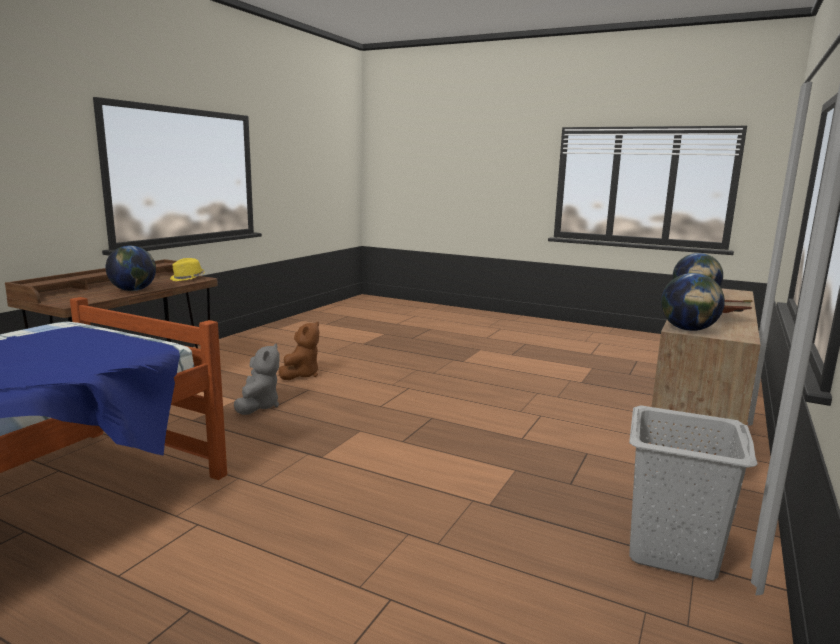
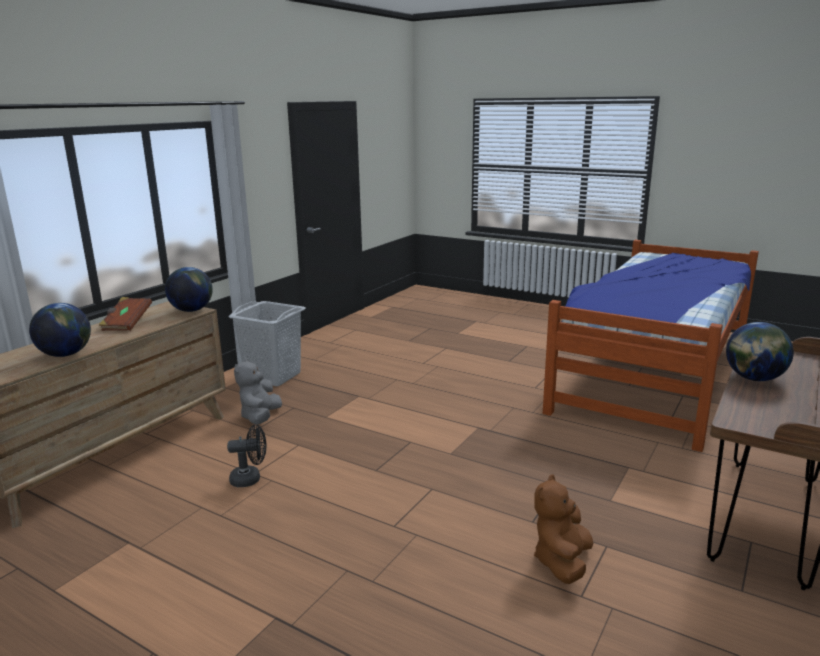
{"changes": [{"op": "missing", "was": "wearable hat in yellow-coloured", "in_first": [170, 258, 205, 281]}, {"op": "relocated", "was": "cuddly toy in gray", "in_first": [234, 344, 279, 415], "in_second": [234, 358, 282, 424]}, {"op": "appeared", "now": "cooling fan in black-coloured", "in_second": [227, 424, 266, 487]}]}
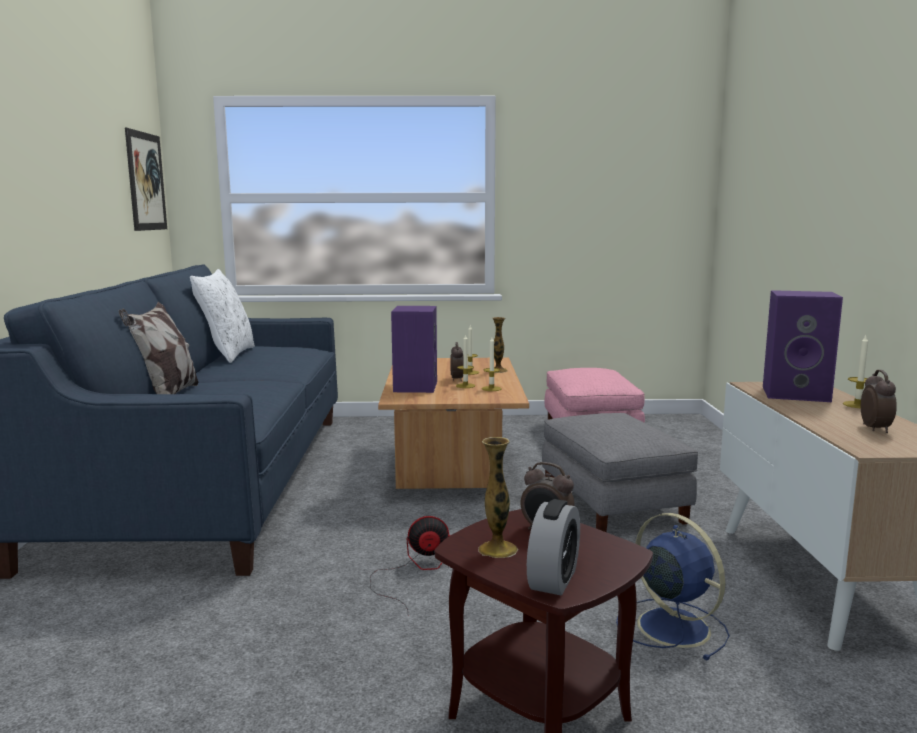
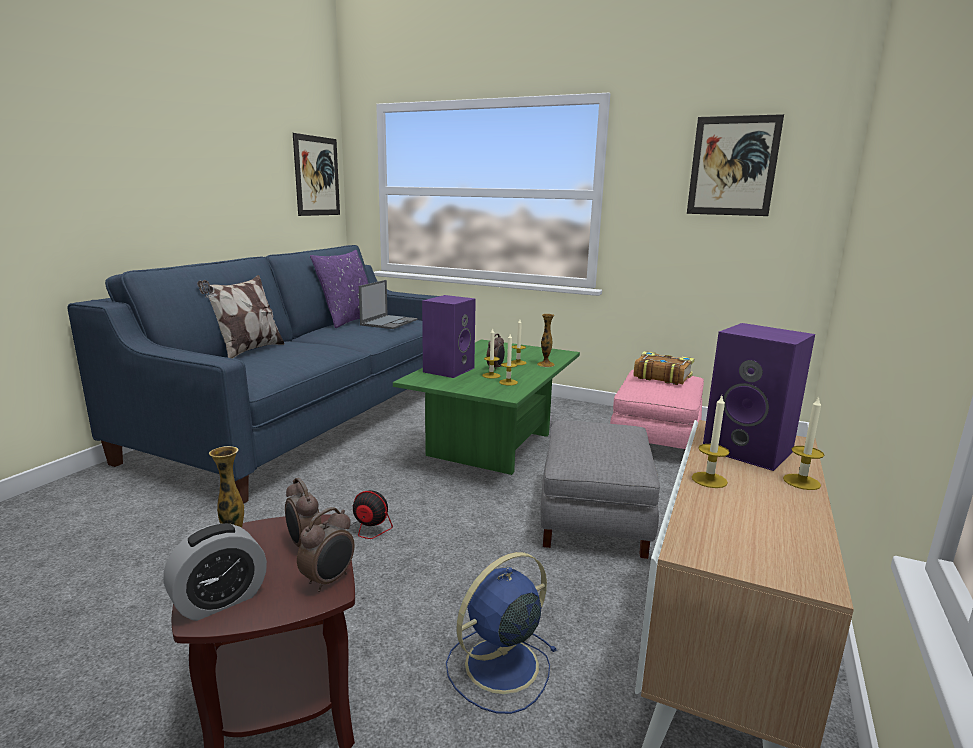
{"changes": [{"op": "colour", "was": "cushion in white", "now": "cushion in purplish", "in_first": [190, 269, 255, 363], "in_second": [310, 250, 369, 328]}, {"op": "colour", "was": "coffee table in brown", "now": "coffee table in greenish", "in_first": [378, 357, 529, 489], "in_second": [393, 339, 580, 475]}, {"op": "relocated", "was": "bedside clock", "in_first": [861, 370, 897, 433], "in_second": [297, 507, 354, 592]}, {"op": "spun", "was": "cooling fan in blue-coloured", "in_first": [616, 513, 730, 660], "in_second": [446, 552, 558, 714], "clockwise": -120}, {"op": "appeared", "now": "wall art", "in_second": [687, 114, 784, 216]}, {"op": "appeared", "now": "portable computer", "in_second": [359, 280, 418, 329]}, {"op": "appeared", "now": "book", "in_second": [634, 351, 695, 385]}, {"op": "appeared", "now": "wax light", "in_second": [692, 396, 730, 488]}]}
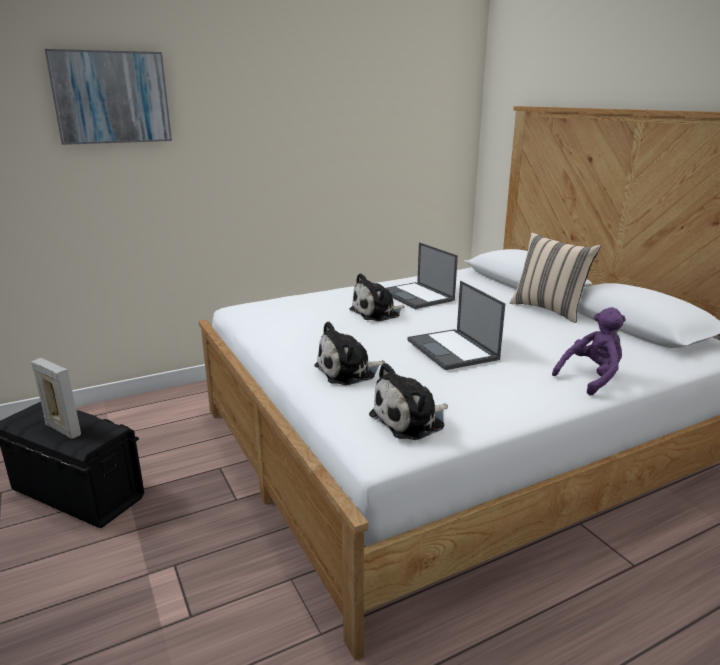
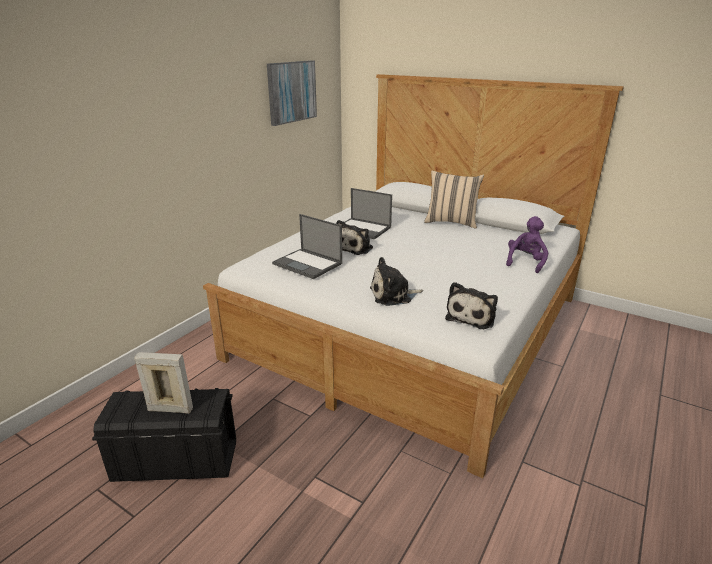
{"changes": [{"op": "relocated", "was": "wall art", "in_first": [45, 49, 172, 145], "in_second": [267, 60, 317, 126]}, {"op": "relocated", "was": "portable computer", "in_first": [407, 281, 505, 370], "in_second": [272, 214, 342, 279]}, {"op": "spun", "was": "cuddly toy", "in_first": [314, 321, 385, 385], "in_second": [370, 257, 423, 306], "clockwise": 45}]}
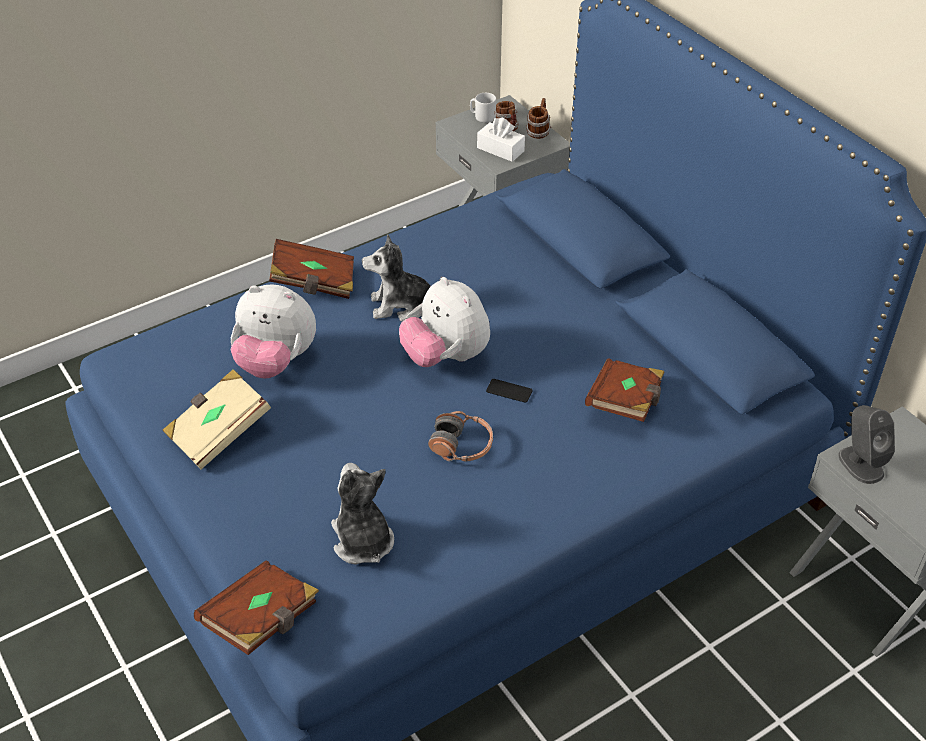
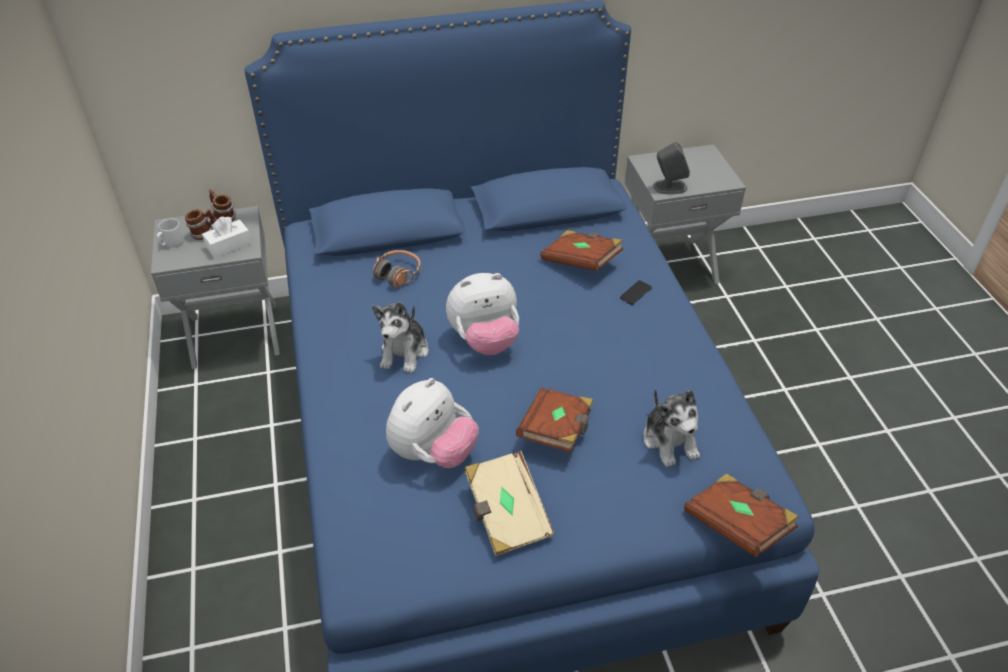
{"changes": [{"op": "relocated", "was": "book in brown", "in_first": [269, 239, 354, 299], "in_second": [516, 387, 593, 453]}, {"op": "relocated", "was": "phone", "in_first": [486, 379, 533, 403], "in_second": [620, 280, 652, 305]}, {"op": "relocated", "was": "headphones", "in_first": [428, 411, 493, 462], "in_second": [373, 250, 421, 288]}, {"op": "spun", "was": "cuddly toy", "in_first": [331, 463, 394, 565], "in_second": [643, 388, 700, 467], "clockwise": -105}]}
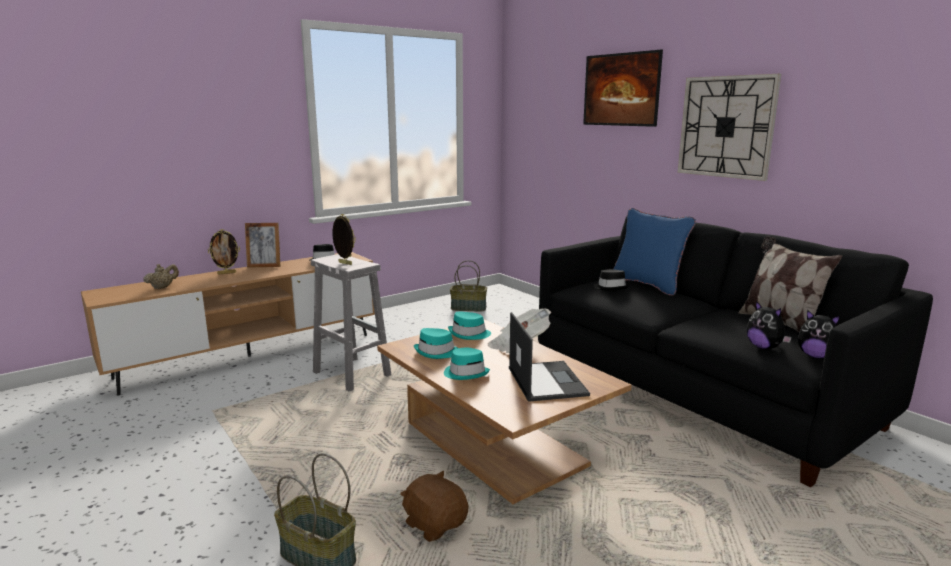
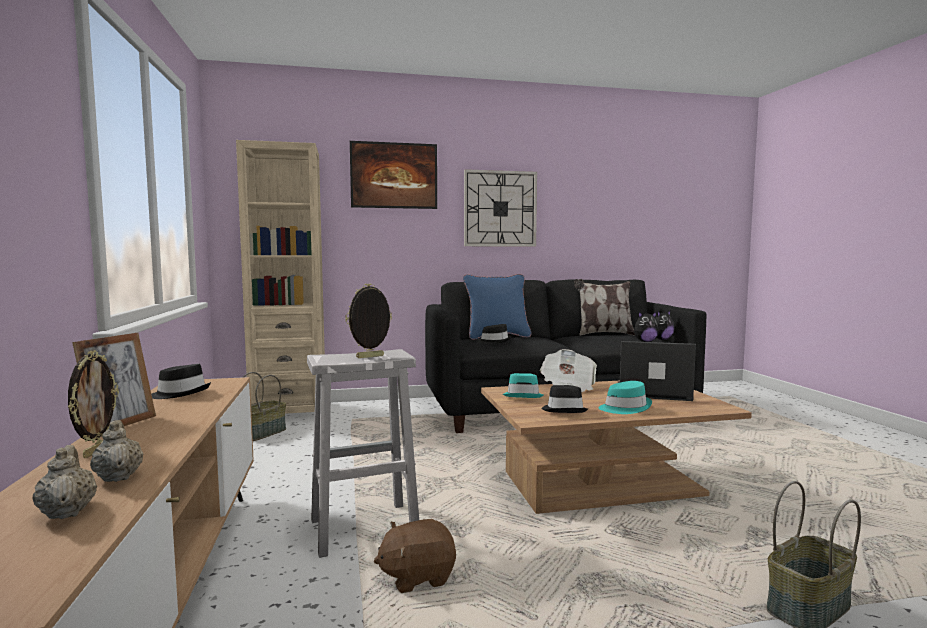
{"changes": [{"op": "colour", "was": "wearable hat in turquoise", "now": "wearable hat in black-coloured", "in_first": [414, 328, 458, 359], "in_second": [542, 385, 588, 413]}, {"op": "relocated", "was": "cuddly toy in brown", "in_first": [400, 471, 469, 542], "in_second": [374, 519, 456, 593]}, {"op": "appeared", "now": "bookshelf in beige-coloured", "in_second": [236, 140, 325, 414]}, {"op": "appeared", "now": "teapot in beige-coloured", "in_second": [90, 420, 143, 482]}]}
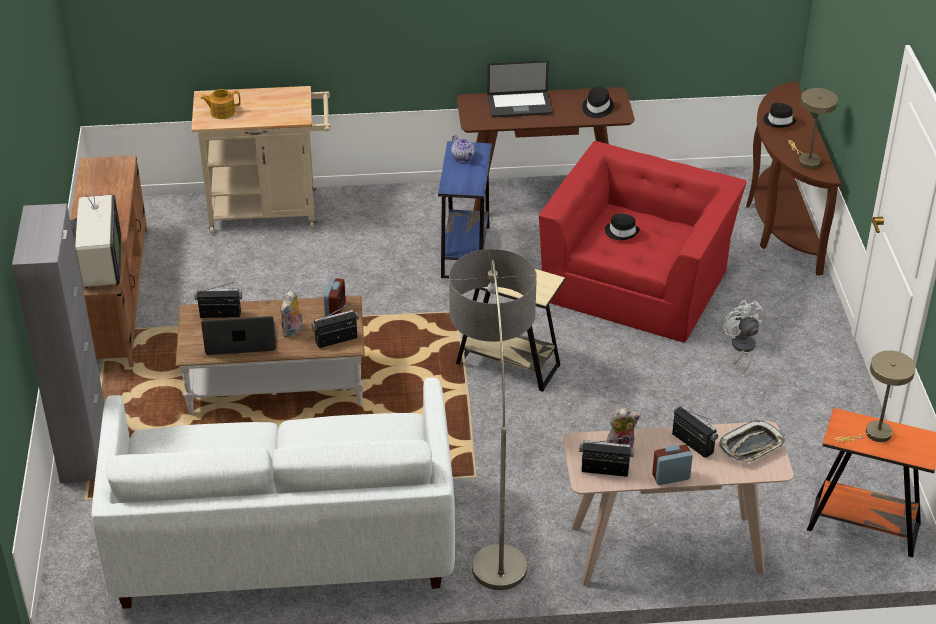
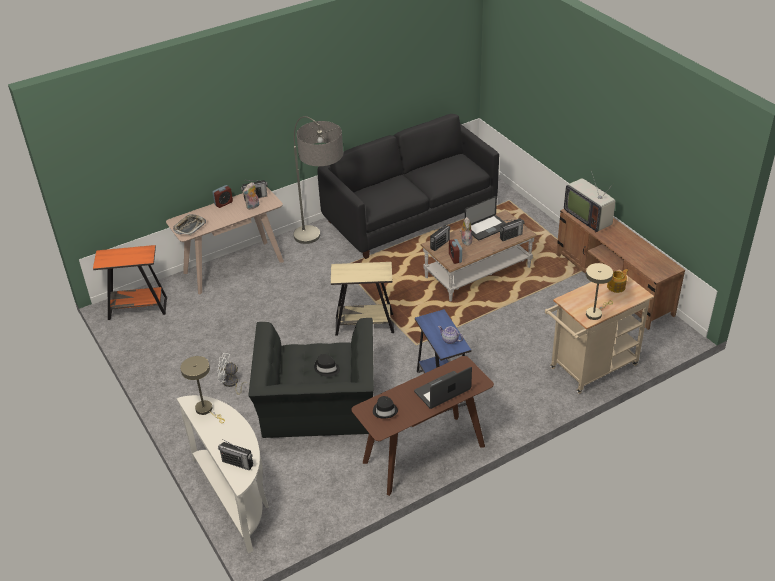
{"changes": [{"op": "colour", "was": "hall table in brown", "now": "hall table in white", "in_first": [746, 81, 841, 276], "in_second": [177, 395, 269, 553]}, {"op": "missing", "was": "wearable hat in black-coloured", "in_first": [763, 103, 796, 128]}, {"op": "colour", "was": "easy chair in reddish", "now": "easy chair in black-coloured", "in_first": [539, 141, 747, 343], "in_second": [248, 318, 374, 438]}, {"op": "missing", "was": "cabinet in gray", "in_first": [12, 204, 104, 483]}, {"op": "spun", "was": "cooling fan in white", "in_first": [724, 300, 762, 374], "in_second": [217, 353, 250, 395], "clockwise": 150}, {"op": "relocated", "was": "table lamp in beige-coloured", "in_first": [835, 350, 916, 442], "in_second": [586, 263, 613, 320]}, {"op": "colour", "was": "sofa in white", "now": "sofa in black-coloured", "in_first": [91, 377, 455, 609], "in_second": [317, 114, 499, 259]}, {"op": "relocated", "was": "radio set", "in_first": [672, 405, 718, 458], "in_second": [218, 439, 253, 471]}]}
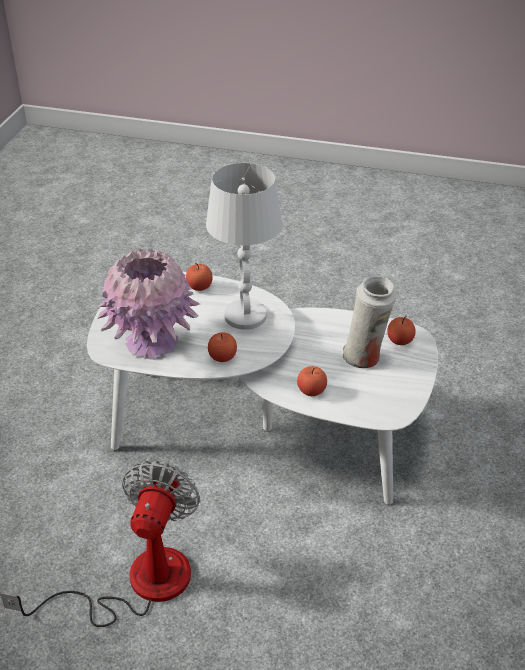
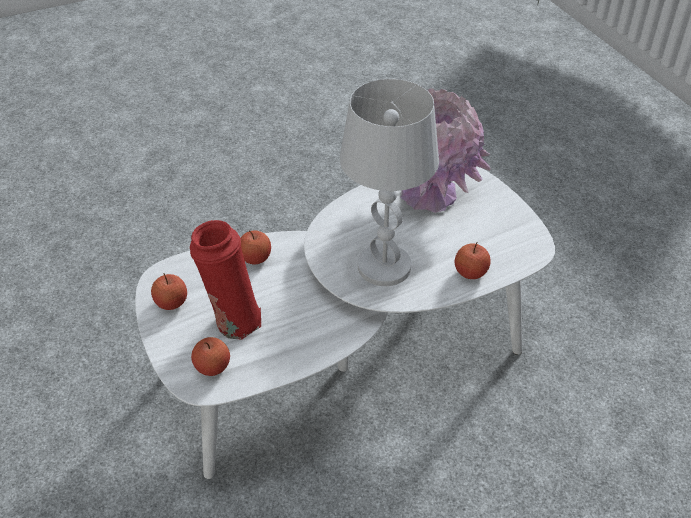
{"changes": [{"op": "colour", "was": "vase in white", "now": "vase in reddish", "in_first": [342, 275, 396, 368], "in_second": [190, 220, 261, 340]}, {"op": "relocated", "was": "whole apple", "in_first": [208, 332, 237, 362], "in_second": [151, 273, 187, 310]}, {"op": "missing", "was": "cooling fan", "in_first": [0, 461, 200, 627]}]}
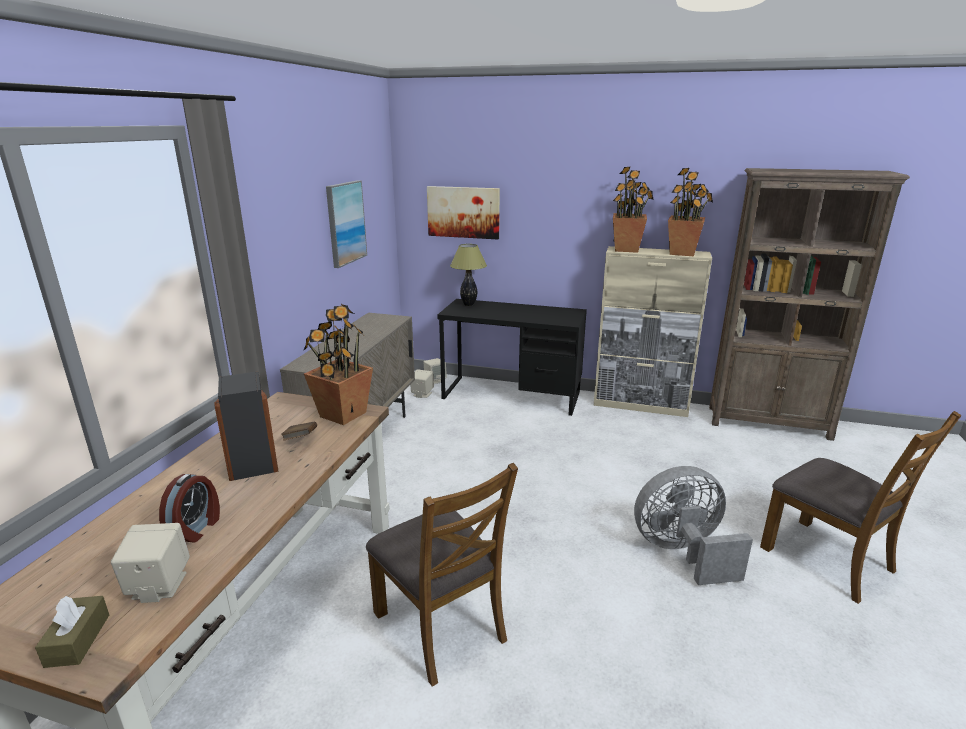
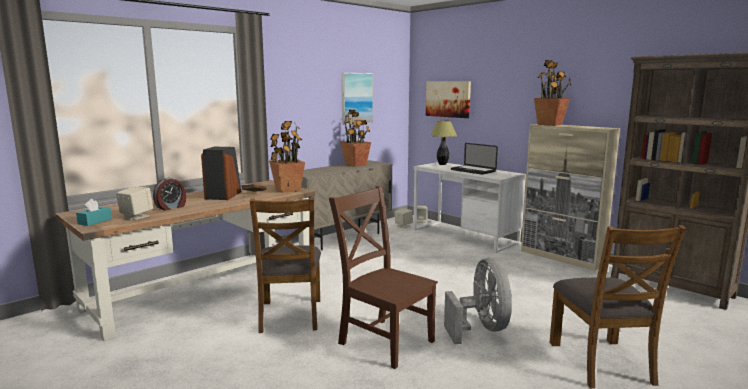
{"changes": [{"op": "relocated", "was": "houseplant", "in_first": [668, 168, 713, 256], "in_second": [340, 110, 371, 167]}, {"op": "colour", "was": "desk unit in black-coloured", "now": "desk unit in white", "in_first": [438, 299, 587, 416], "in_second": [413, 162, 526, 253]}, {"op": "spun", "was": "cooling fan in gray", "in_first": [634, 466, 753, 585], "in_second": [444, 258, 512, 344], "clockwise": 60}, {"op": "colour", "was": "tissue holder in brown", "now": "tissue holder in turquoise", "in_first": [35, 596, 109, 668], "in_second": [76, 199, 112, 226]}, {"op": "appeared", "now": "portable computer", "in_second": [451, 143, 498, 175]}, {"op": "appeared", "now": "plain chair in brown", "in_second": [329, 186, 438, 369]}]}
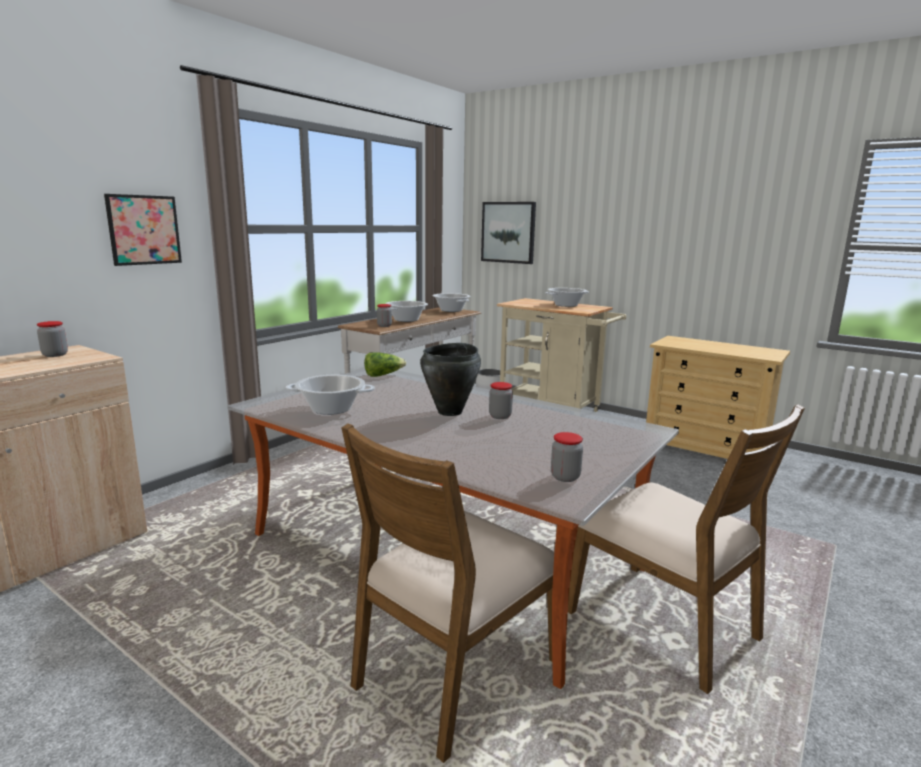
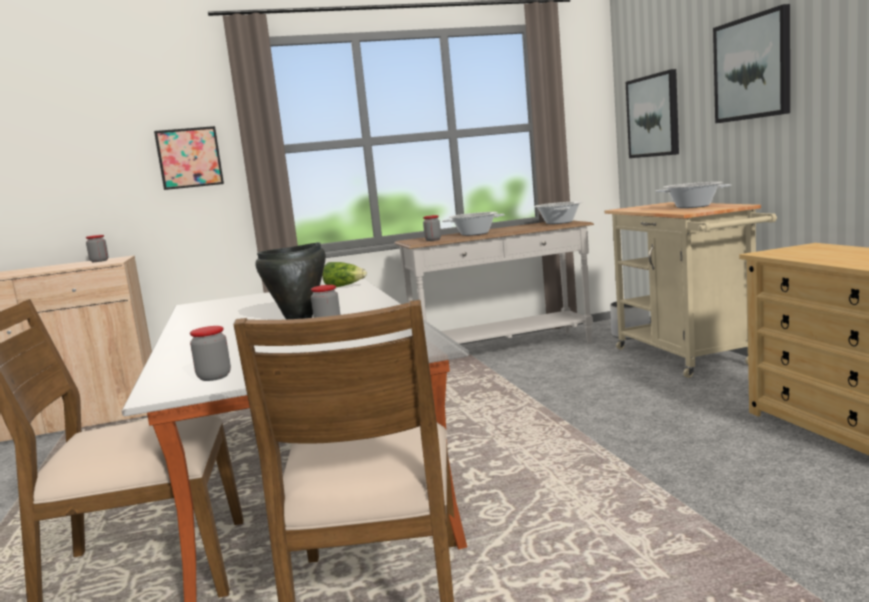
{"changes": [{"op": "missing", "was": "saucepot", "in_first": [286, 375, 375, 415]}, {"op": "appeared", "now": "wall art", "in_second": [713, 4, 790, 123]}]}
